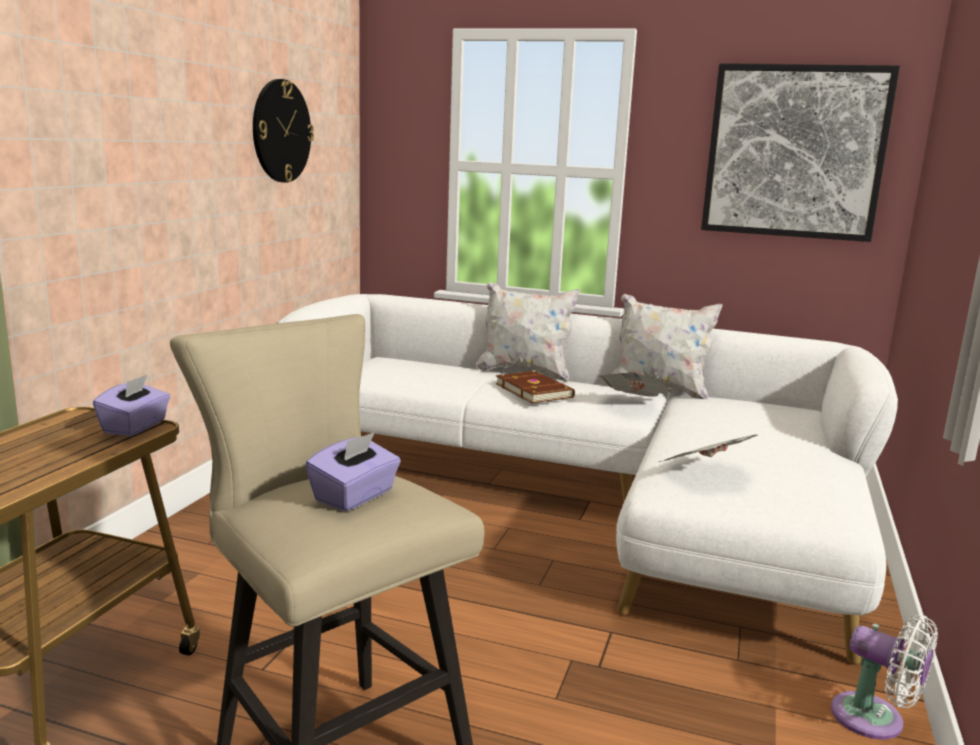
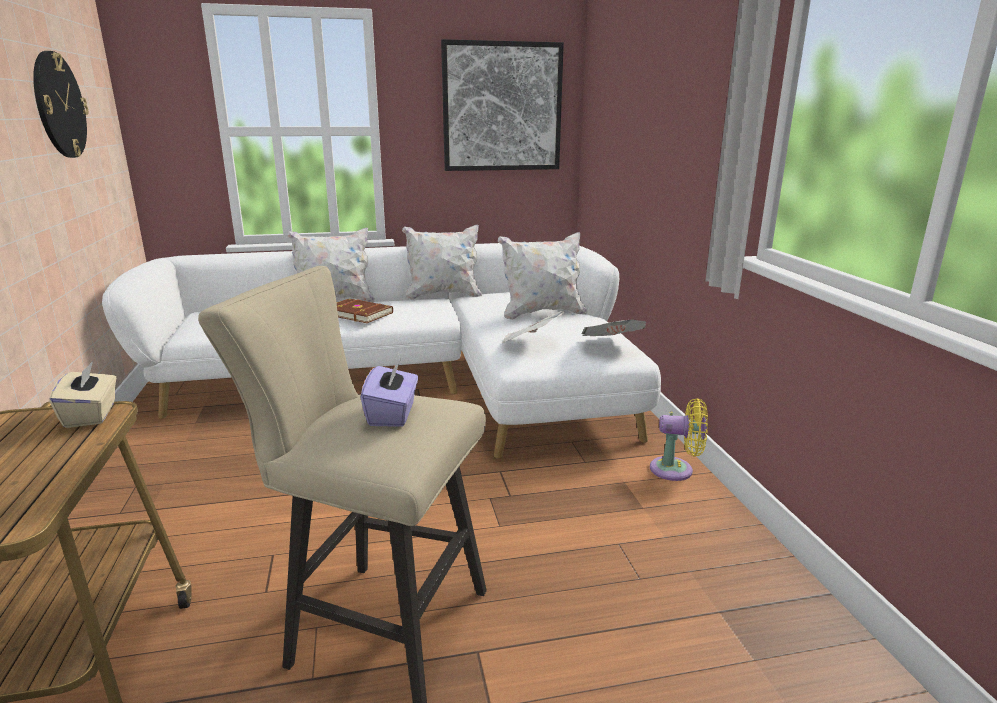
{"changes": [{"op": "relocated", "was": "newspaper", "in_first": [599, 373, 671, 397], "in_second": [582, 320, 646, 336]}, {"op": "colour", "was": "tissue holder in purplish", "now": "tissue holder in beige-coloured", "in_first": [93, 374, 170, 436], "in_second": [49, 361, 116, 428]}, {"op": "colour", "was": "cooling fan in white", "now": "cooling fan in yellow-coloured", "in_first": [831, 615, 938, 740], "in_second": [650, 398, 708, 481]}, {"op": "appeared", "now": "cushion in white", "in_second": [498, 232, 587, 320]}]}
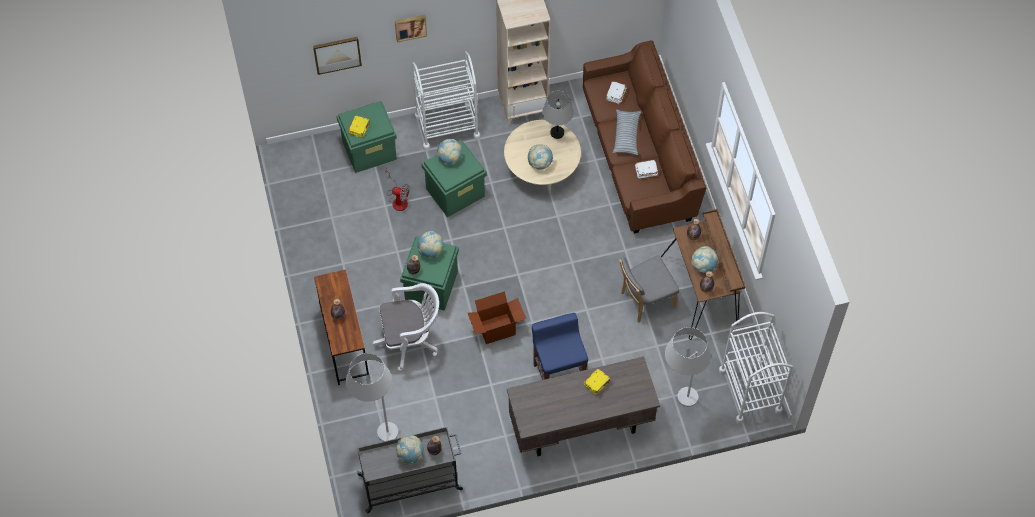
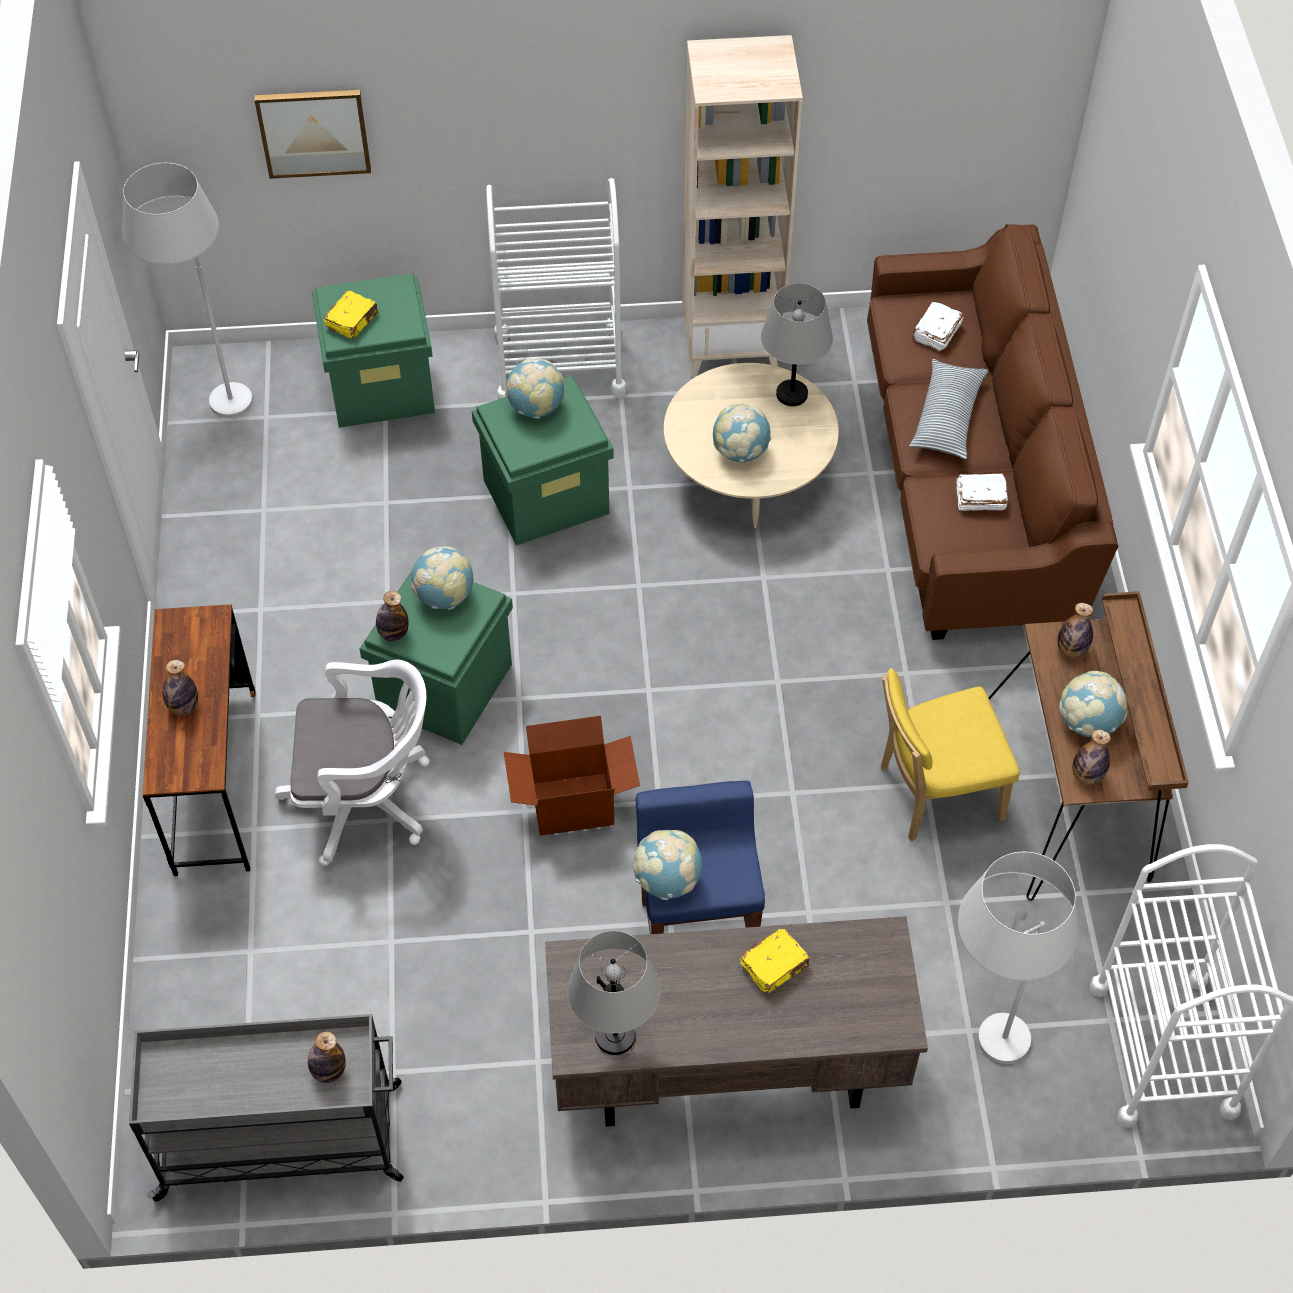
{"changes": [{"op": "missing", "was": "wall art", "in_first": [395, 15, 427, 43]}, {"op": "missing", "was": "cooling fan", "in_first": [385, 168, 410, 211]}, {"op": "colour", "was": "plain chair in gray", "now": "plain chair in yellow-coloured", "in_first": [619, 256, 679, 322], "in_second": [881, 668, 1020, 841]}, {"op": "relocated", "was": "standard lamp in white", "in_first": [346, 353, 398, 442], "in_second": [122, 163, 253, 418]}, {"op": "relocated", "was": "world globe", "in_first": [396, 435, 424, 464], "in_second": [633, 830, 702, 900]}, {"op": "appeared", "now": "table lamp in gray", "in_second": [567, 931, 660, 1055]}]}
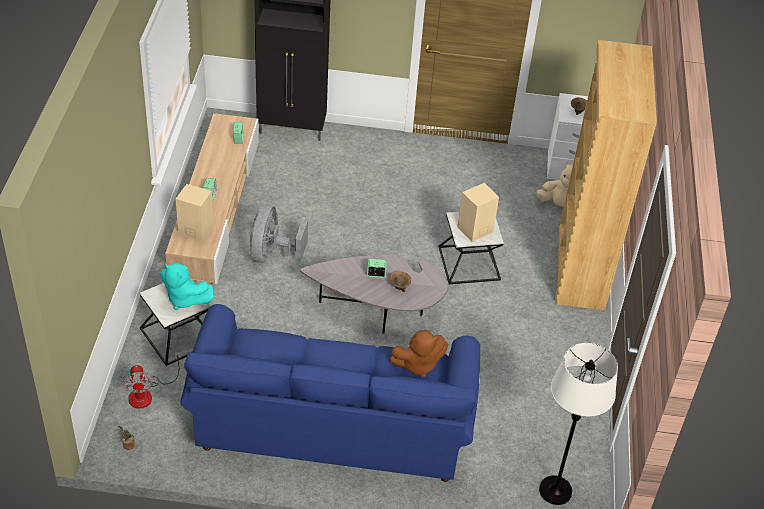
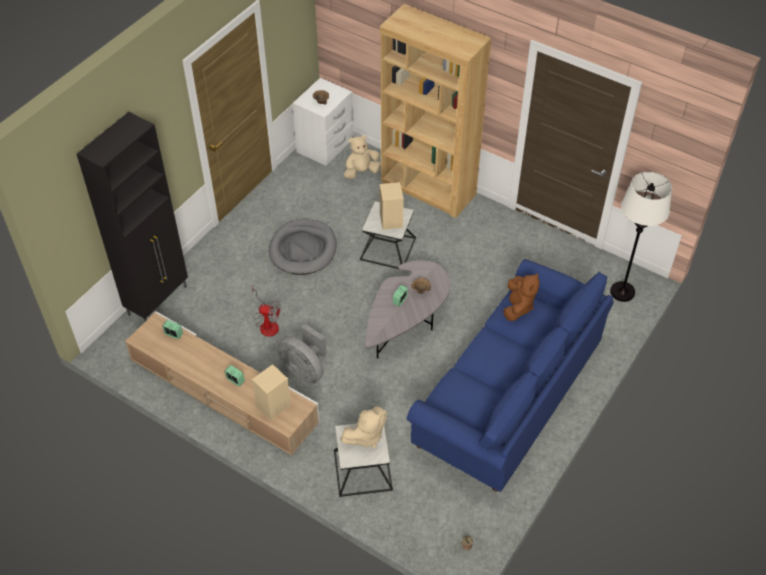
{"changes": [{"op": "colour", "was": "cuddly toy in turquoise", "now": "cuddly toy in beige-coloured", "in_first": [160, 263, 214, 310], "in_second": [341, 407, 387, 448]}, {"op": "relocated", "was": "cooling fan", "in_first": [123, 352, 181, 408], "in_second": [251, 286, 281, 337]}, {"op": "appeared", "now": "dog bed in gray", "in_second": [269, 219, 337, 275]}]}
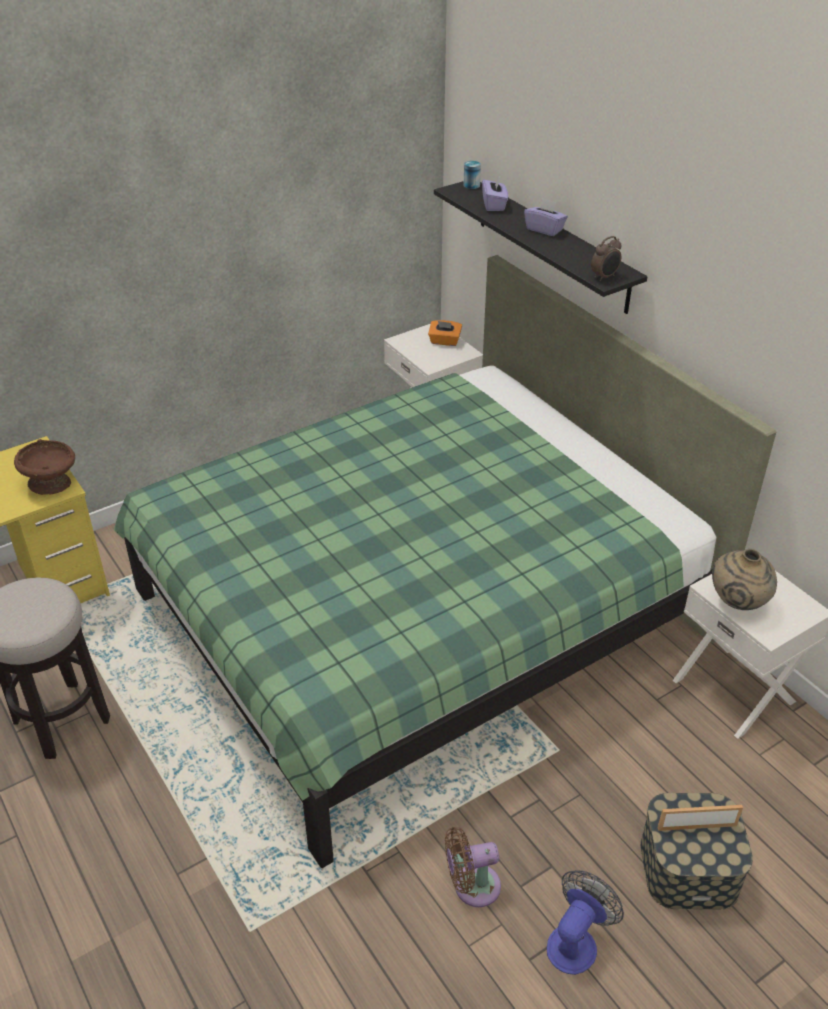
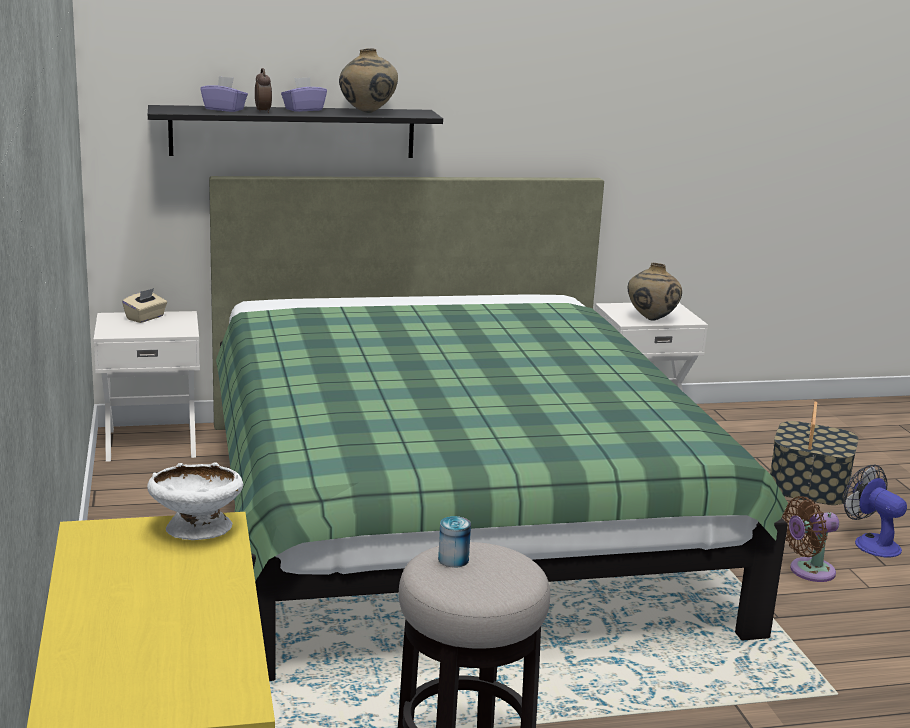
{"changes": [{"op": "relocated", "was": "metal can", "in_first": [464, 161, 481, 189], "in_second": [438, 516, 471, 568]}, {"op": "relocated", "was": "bedside clock", "in_first": [591, 236, 622, 281], "in_second": [255, 68, 272, 113]}, {"op": "colour", "was": "tissue holder in orange-coloured", "now": "tissue holder in beige-coloured", "in_first": [428, 320, 462, 346], "in_second": [122, 288, 167, 323]}, {"op": "colour", "was": "bowl in brown", "now": "bowl in white", "in_first": [14, 439, 75, 495], "in_second": [147, 462, 244, 540]}, {"op": "spun", "was": "cooling fan in brown", "in_first": [445, 827, 501, 907], "in_second": [782, 496, 839, 582], "clockwise": 60}, {"op": "appeared", "now": "vase in beige-coloured", "in_second": [339, 48, 398, 113]}]}
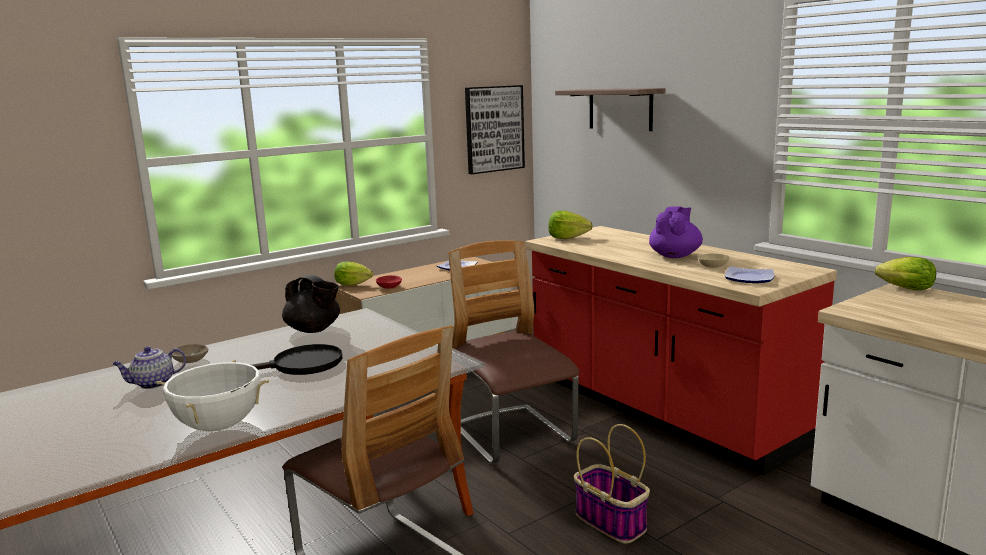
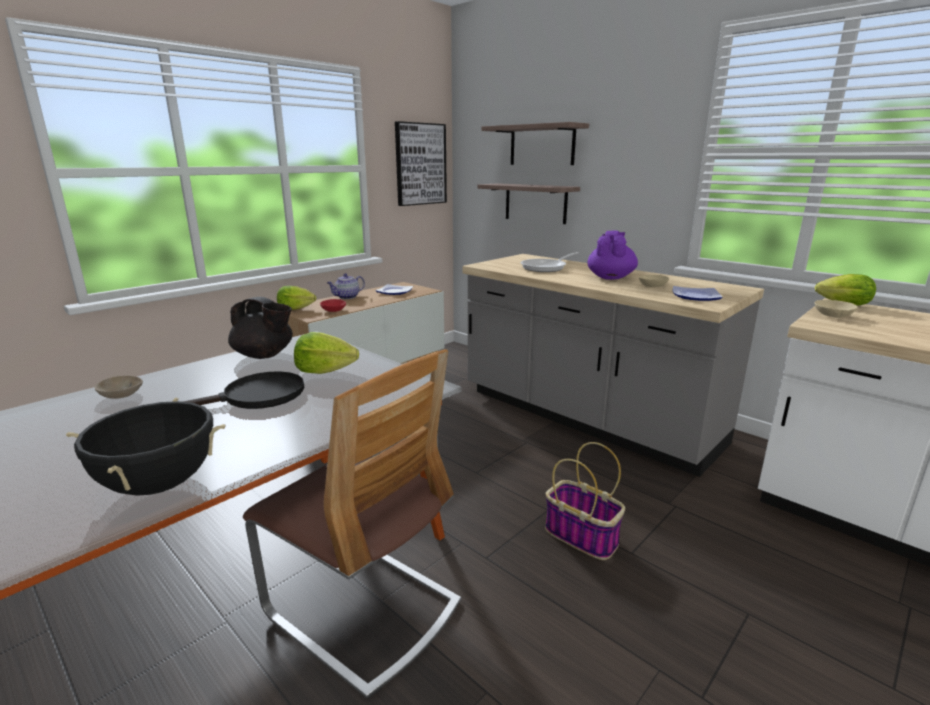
{"changes": [{"op": "relocated", "was": "lettuce", "in_first": [548, 211, 592, 239], "in_second": [294, 332, 359, 374]}, {"op": "colour", "was": "counter in reddish", "now": "counter in gray", "in_first": [525, 226, 837, 475], "in_second": [463, 254, 764, 477]}, {"op": "missing", "was": "plain chair", "in_first": [448, 240, 579, 464]}, {"op": "relocated", "was": "teapot", "in_first": [112, 346, 186, 389], "in_second": [327, 273, 365, 299]}, {"op": "colour", "was": "saucepot in white", "now": "saucepot in black-coloured", "in_first": [157, 360, 269, 431], "in_second": [66, 398, 225, 496]}, {"op": "appeared", "now": "shelf", "in_second": [478, 183, 580, 224]}, {"op": "appeared", "now": "frying pan", "in_second": [520, 252, 578, 272]}, {"op": "appeared", "now": "bowl in beige-coloured", "in_second": [815, 300, 858, 318]}]}
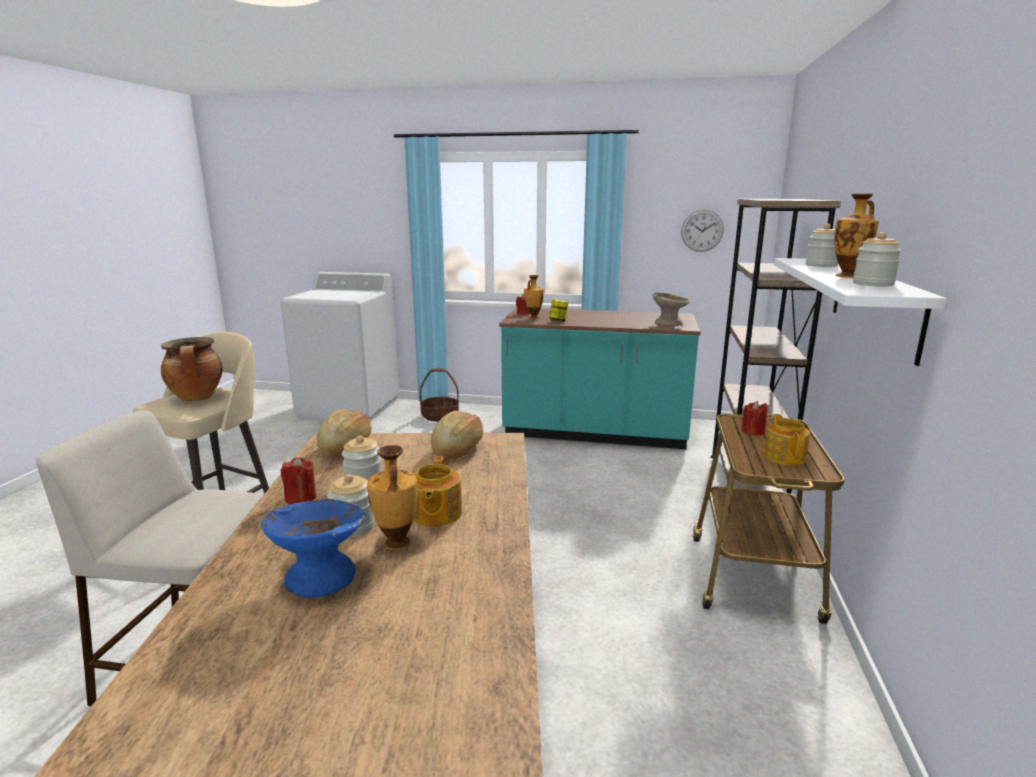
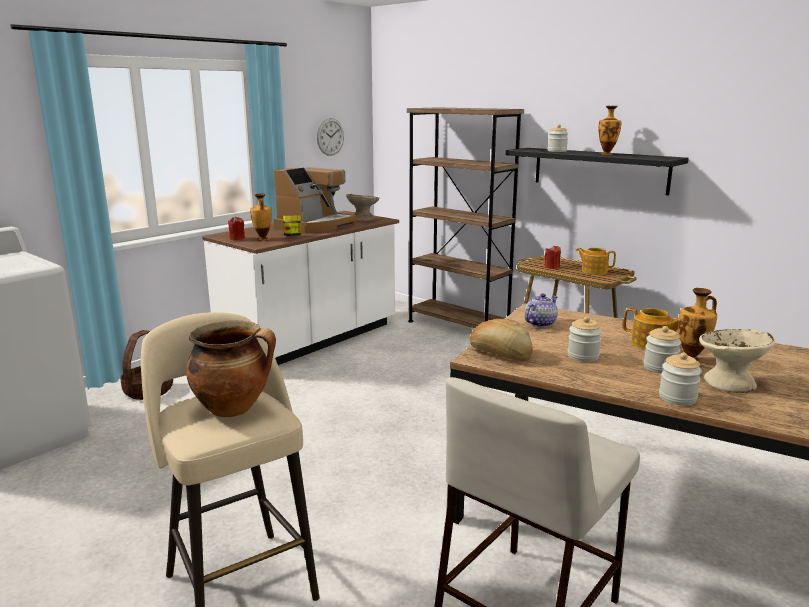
{"changes": [{"op": "relocated", "was": "jar", "in_first": [853, 232, 902, 287], "in_second": [659, 352, 702, 406]}, {"op": "colour", "was": "shelf in white", "now": "shelf in black-coloured", "in_first": [774, 258, 947, 366], "in_second": [506, 148, 689, 196]}, {"op": "colour", "was": "counter in turquoise", "now": "counter in white", "in_first": [499, 308, 701, 449], "in_second": [202, 211, 399, 365]}, {"op": "exchanged", "was": "bread", "now": "teapot", "in_first": [431, 410, 483, 460], "in_second": [525, 293, 558, 327]}, {"op": "missing", "was": "wax light in reddish", "in_first": [281, 457, 316, 504]}, {"op": "colour", "was": "bowl in blue-coloured", "now": "bowl in beige-coloured", "in_first": [261, 499, 365, 598], "in_second": [699, 329, 775, 393]}, {"op": "appeared", "now": "coffee brewer", "in_second": [274, 167, 358, 233]}]}
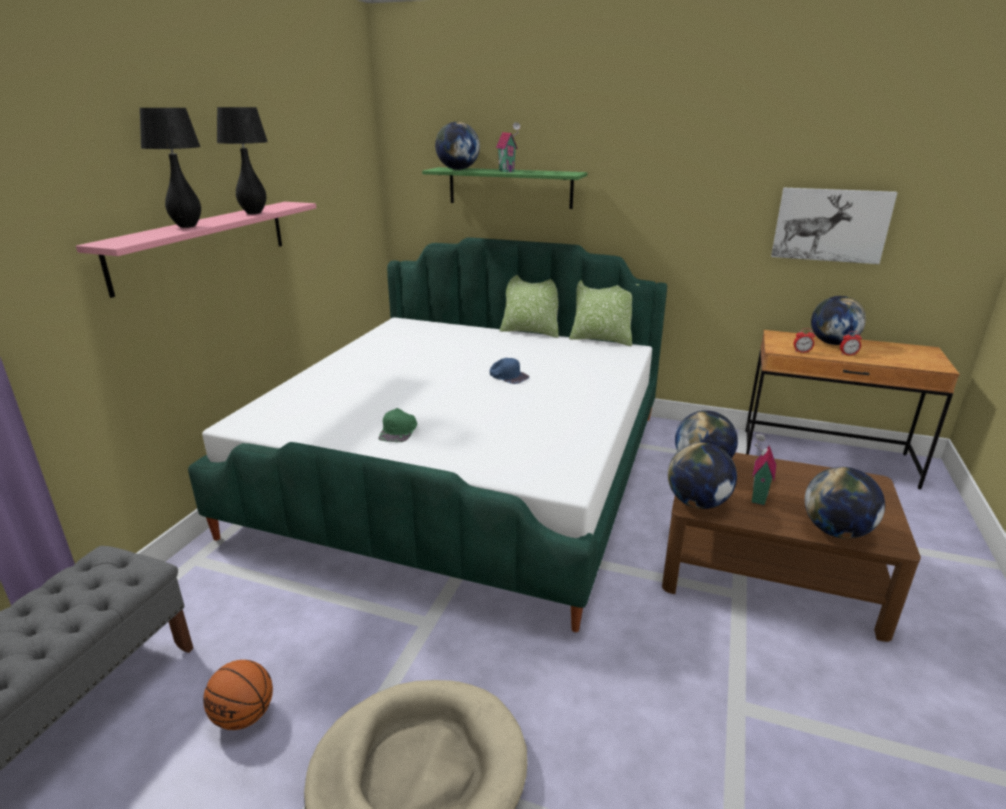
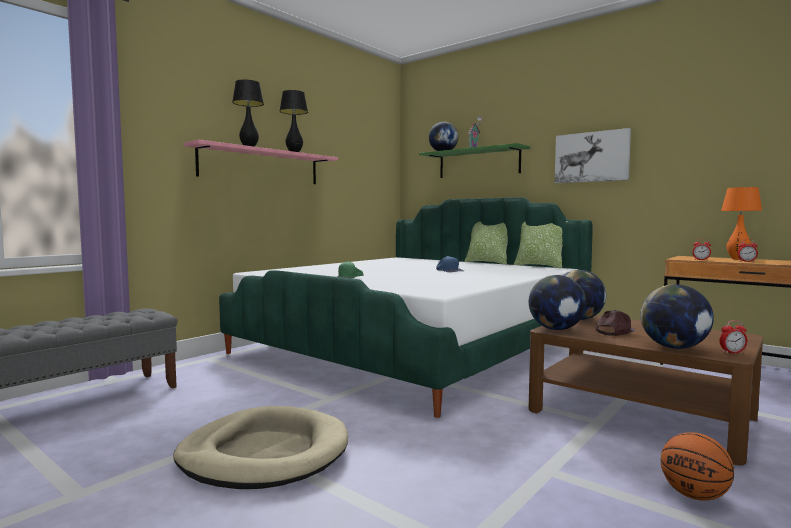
{"changes": [{"op": "relocated", "was": "wall art", "in_first": [771, 188, 897, 264], "in_second": [555, 128, 631, 183]}, {"op": "exchanged", "was": "world globe", "now": "table lamp in orange-coloured", "in_first": [811, 296, 866, 345], "in_second": [721, 187, 762, 260]}, {"op": "exchanged", "was": "model house", "now": "cap in brown", "in_first": [752, 434, 776, 505], "in_second": [596, 310, 636, 336]}, {"op": "relocated", "was": "ball for basketball", "in_first": [203, 660, 273, 730], "in_second": [661, 432, 734, 500]}, {"op": "appeared", "now": "bedside clock", "in_second": [720, 320, 747, 354]}]}
